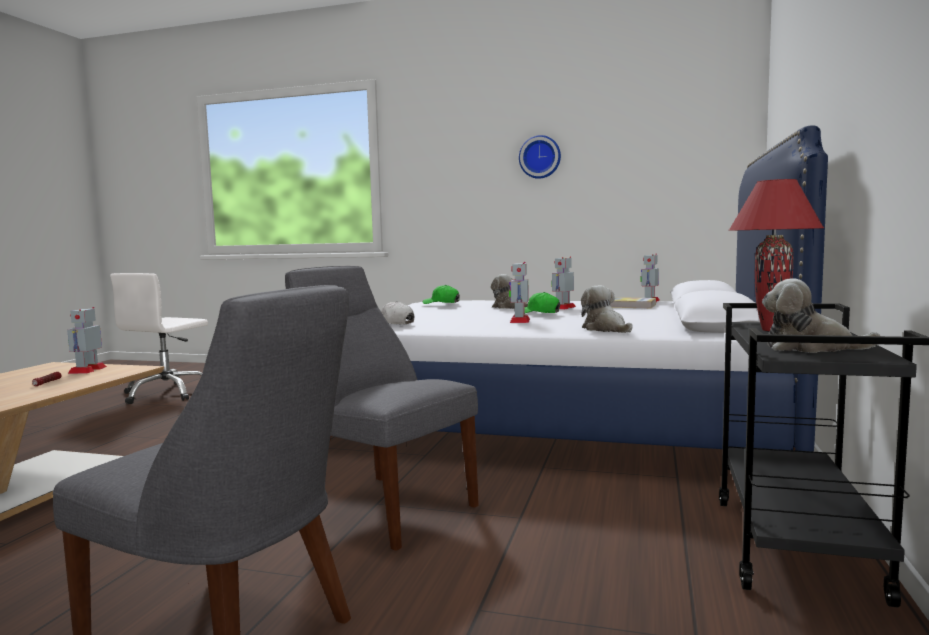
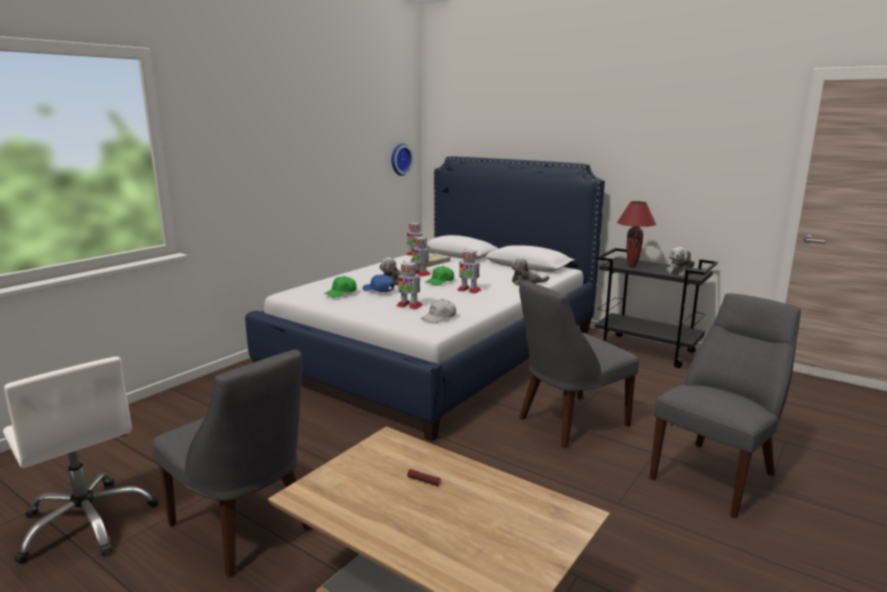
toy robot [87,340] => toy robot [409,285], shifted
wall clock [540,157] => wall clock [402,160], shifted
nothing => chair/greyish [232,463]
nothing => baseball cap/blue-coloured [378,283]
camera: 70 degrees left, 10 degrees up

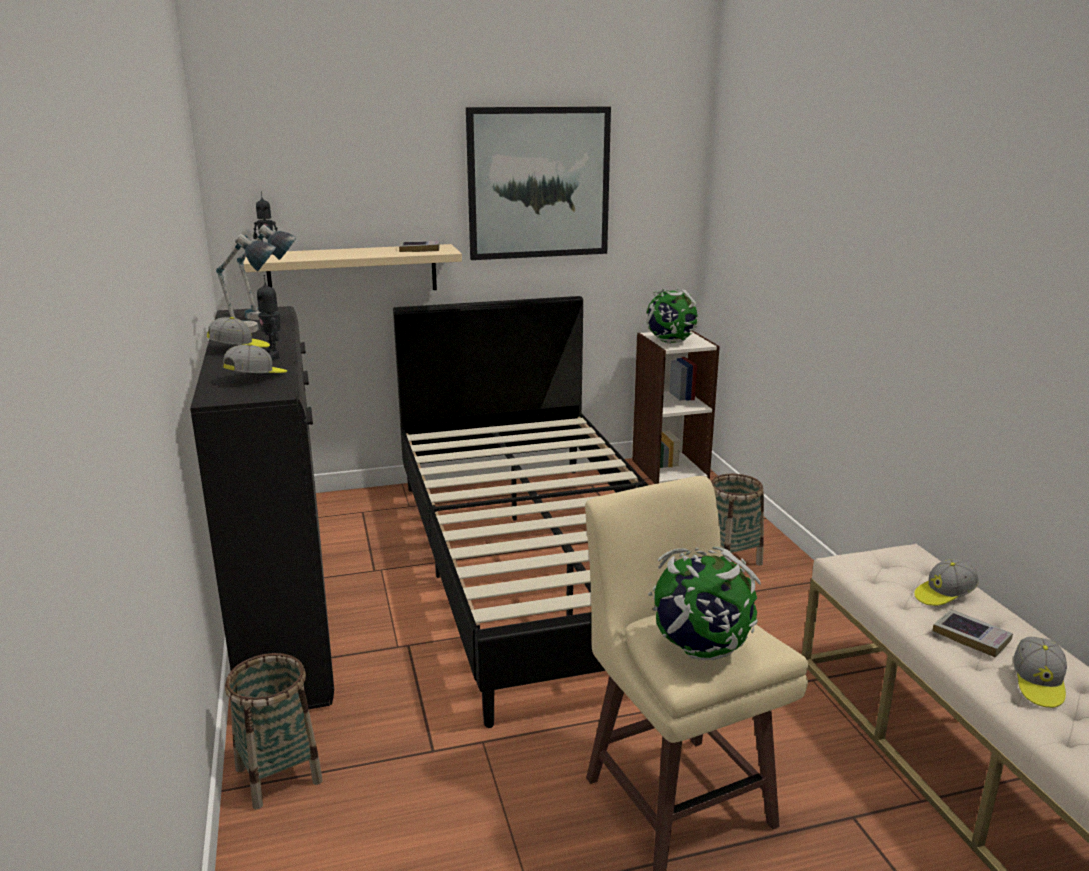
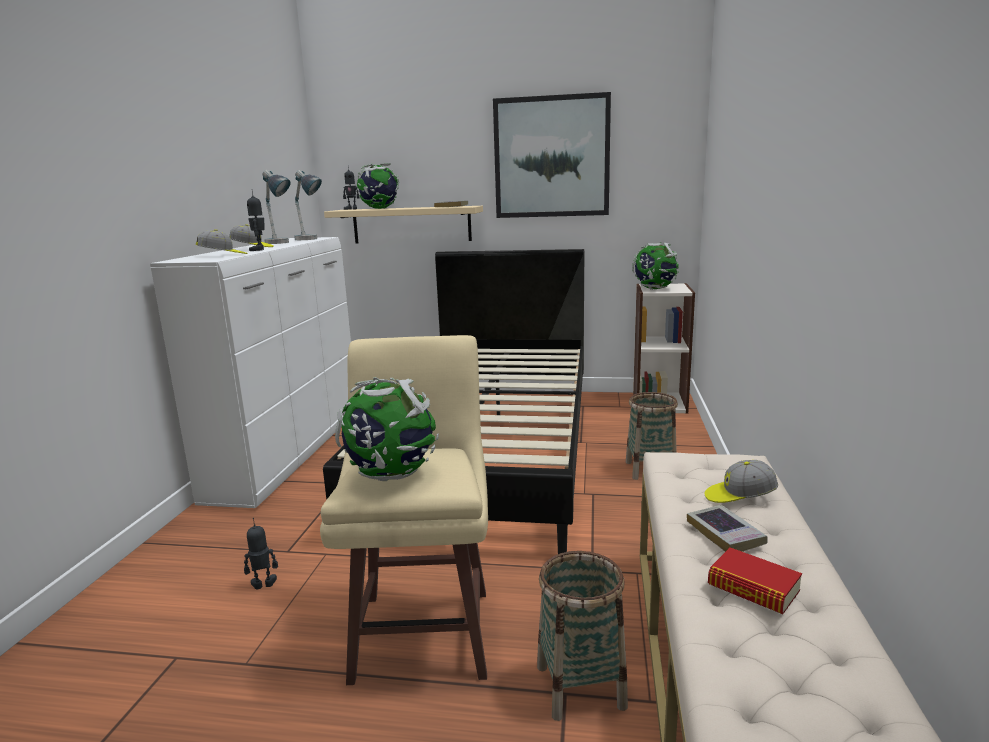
dresser/blackish [262,507] => dresser/whitish [250,372]
storage basket [274,731] => storage basket [582,636], shifted
baseball cap [1040,672] => bound book [755,580]
nothing => toy robot [261,553]
nothing => world globe [378,186]
camera: 25 degrees right, 5 degrees down

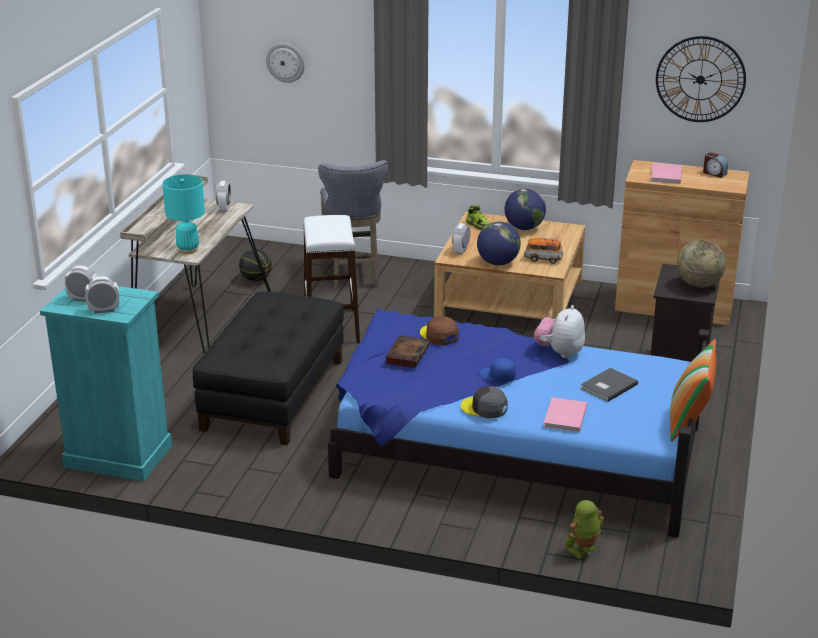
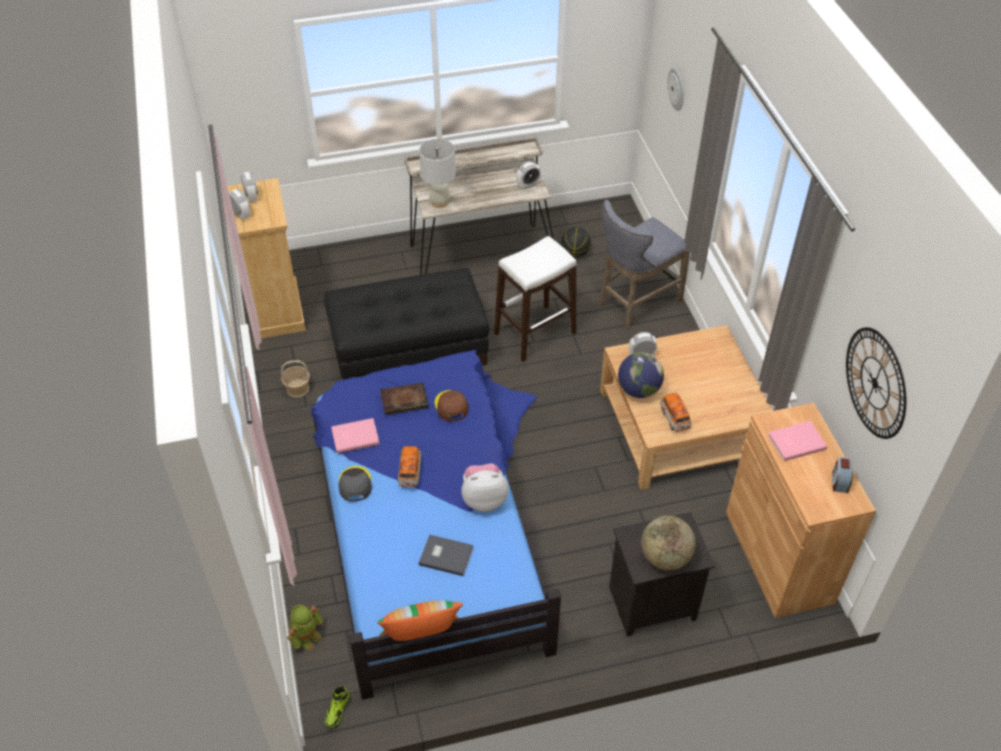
dresser/turquoise [106,383] => dresser/sand-coloured [267,258]
table lamp/turquoise [183,214] => table lamp/whitish [437,173]
baseball cap/brown-coloured [439,330] => baseball cap/brown-coloured [451,406], 45 degrees counterclockwise
low shoe [478,217] => low shoe [337,707], shifted
baseball cap/blue-coloured [497,370] => toy car [409,466]
world globe [525,209] => nothing
bound book/pink [565,414] => bound book/pink [355,435], shifted
toy robot [584,529] => toy robot [305,627], 105 degrees clockwise
nothing => storage basket [295,379]
camera: 60 degrees right, 20 degrees up

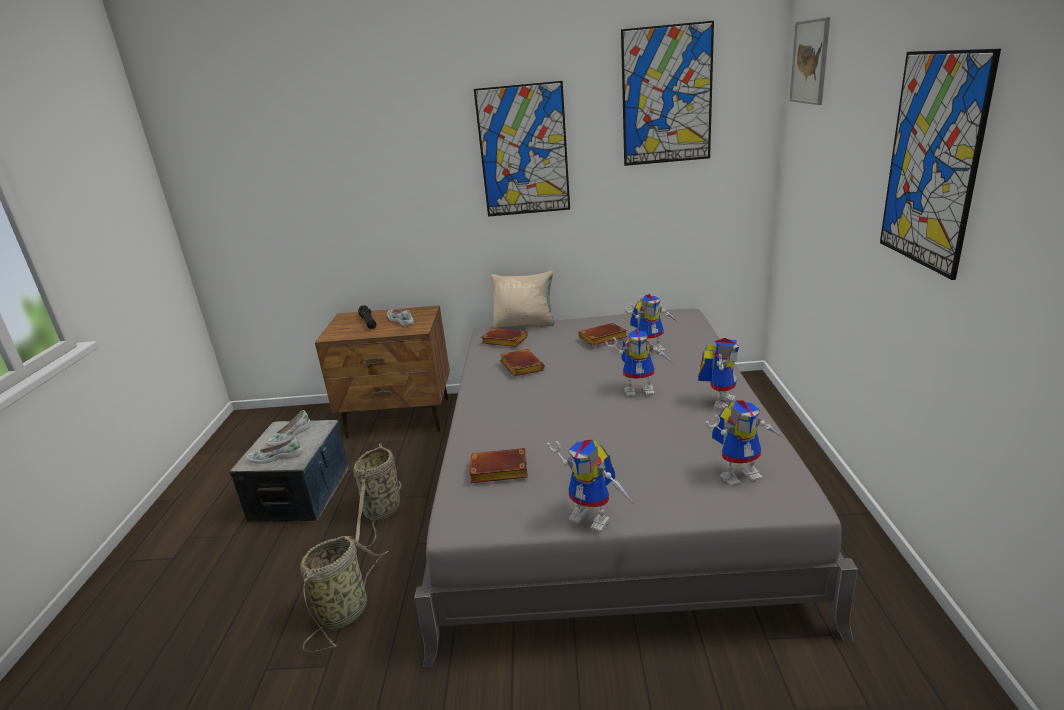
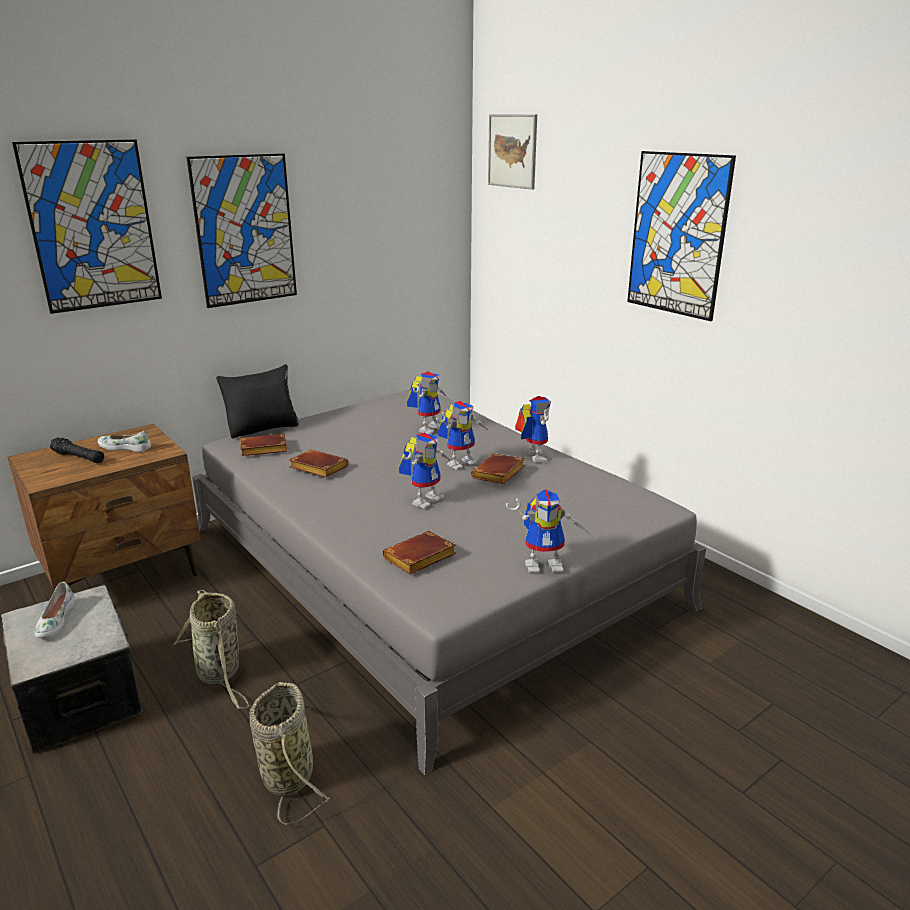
low shoe/whitish [274,450] => nothing
cushion/sand-coloured [522,299] => cushion/blackish [258,401]
bound book/brown-coloured [603,334] => bound book/brown-coloured [498,468], shifted
wall art [667,93] => wall art [87,226], shifted
toy robot [745,443] => toy robot [425,471], shifted
camera: 40 degrees left, 0 degrees up

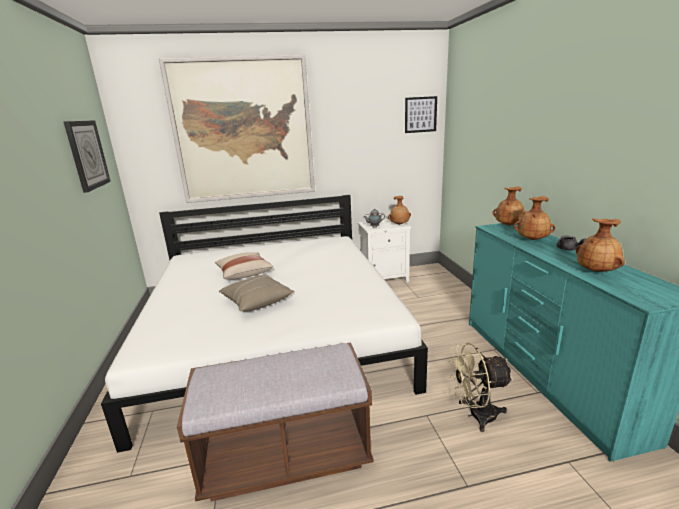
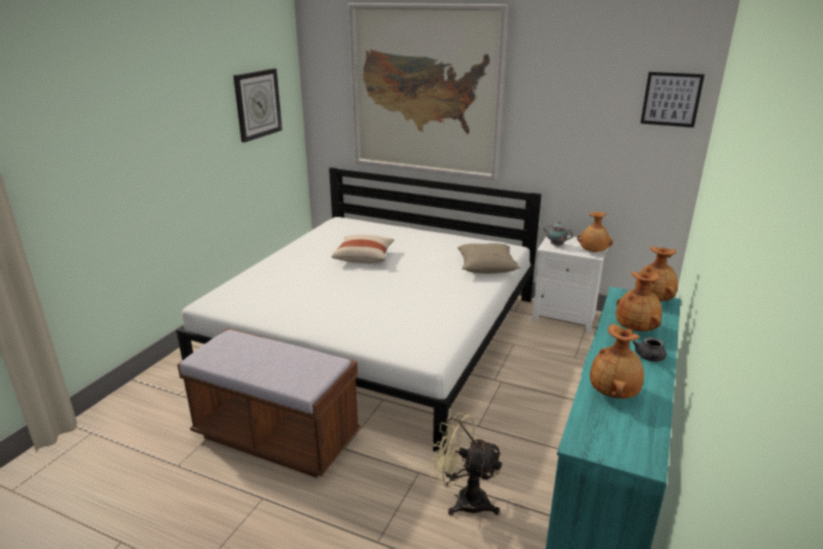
cushion/sand-coloured [256,293] => cushion/sand-coloured [489,258], shifted
camera: 35 degrees right, 5 degrees up

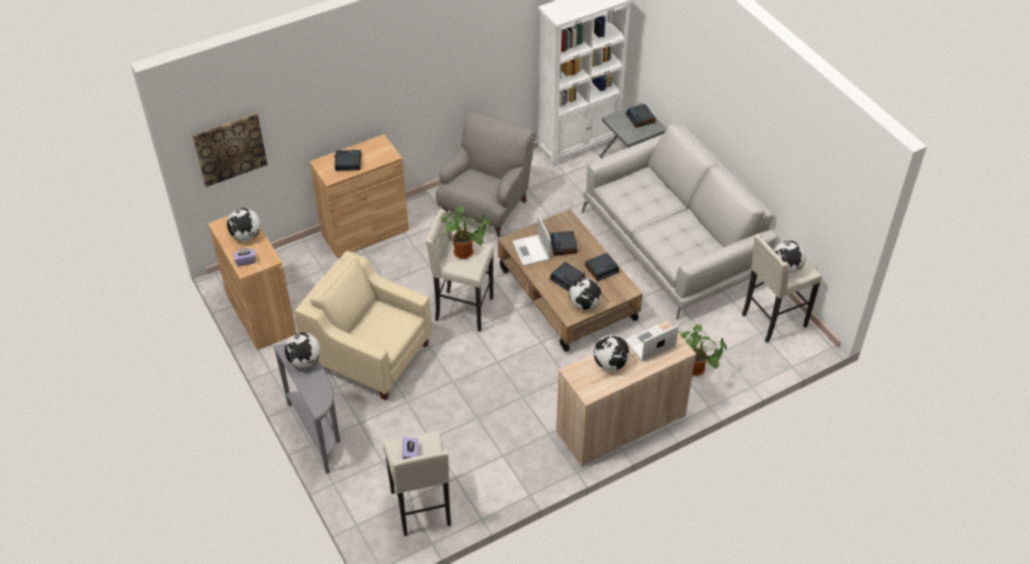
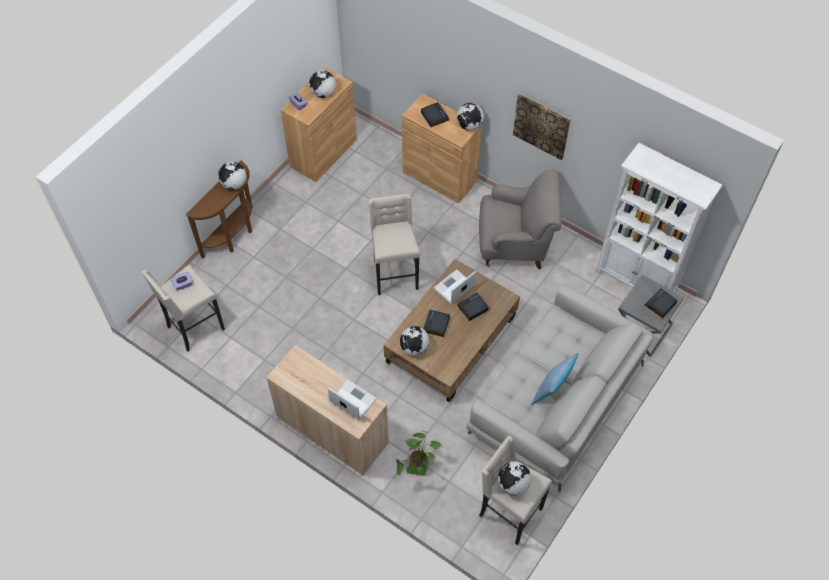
wall art [230,150] => wall art [542,126], shifted
hall table/greyish [306,408] => hall table/brown-coloured [219,209]
easy chair/sand-coloured [363,325] => nothing
houseplant [465,232] => nothing
bedside clock [602,267] => nothing
world globe [611,353] => world globe [470,117], shifted
nothing => cushion [554,379]
camera: 65 degrees right, 10 degrees up

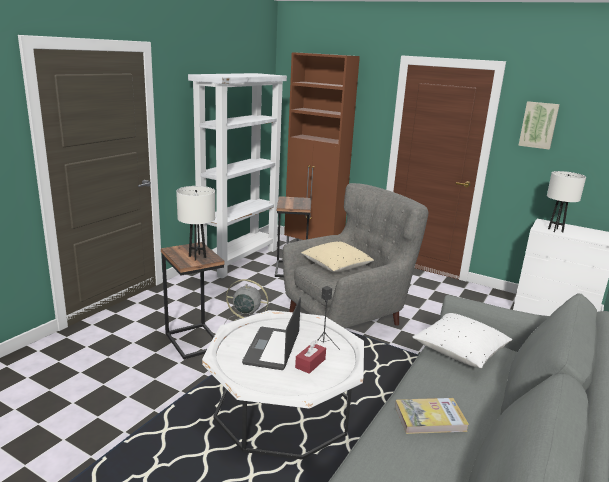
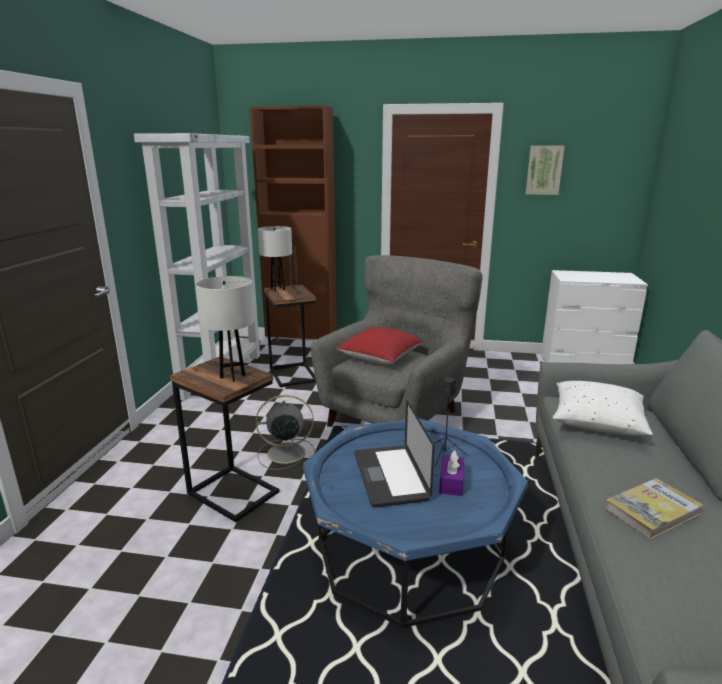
lounge table/whitish [283,385] => lounge table/blue-coloured [415,523]
box of tissues/red [310,357] => box of tissues/purple [451,473]
cushion/sand-coloured [337,257] => cushion/red [380,345]
table lamp/whitish [566,201] => table lamp/whitish [275,258], shifted
camera: 20 degrees left, 0 degrees up

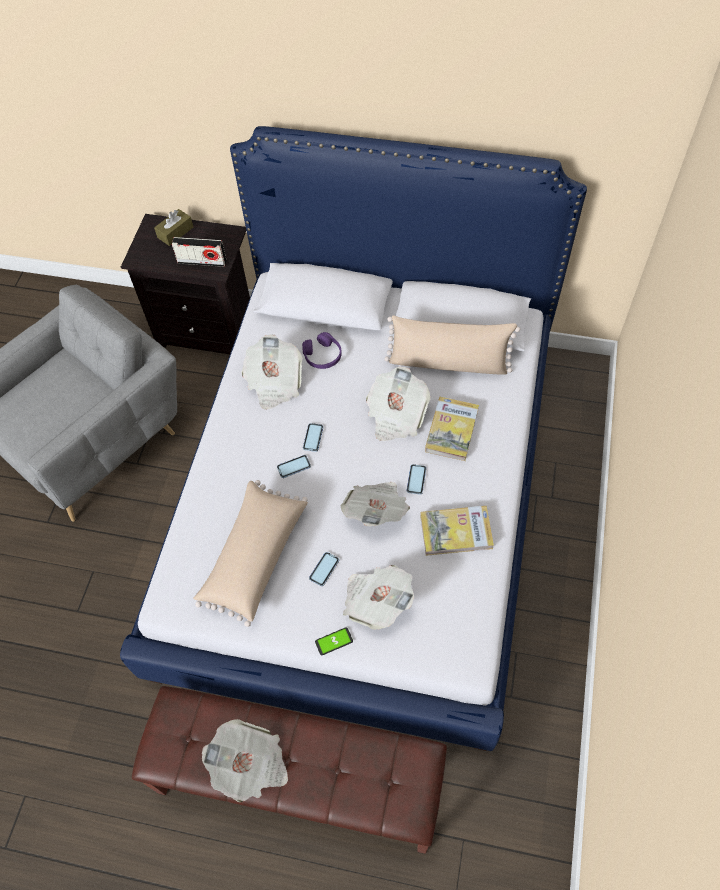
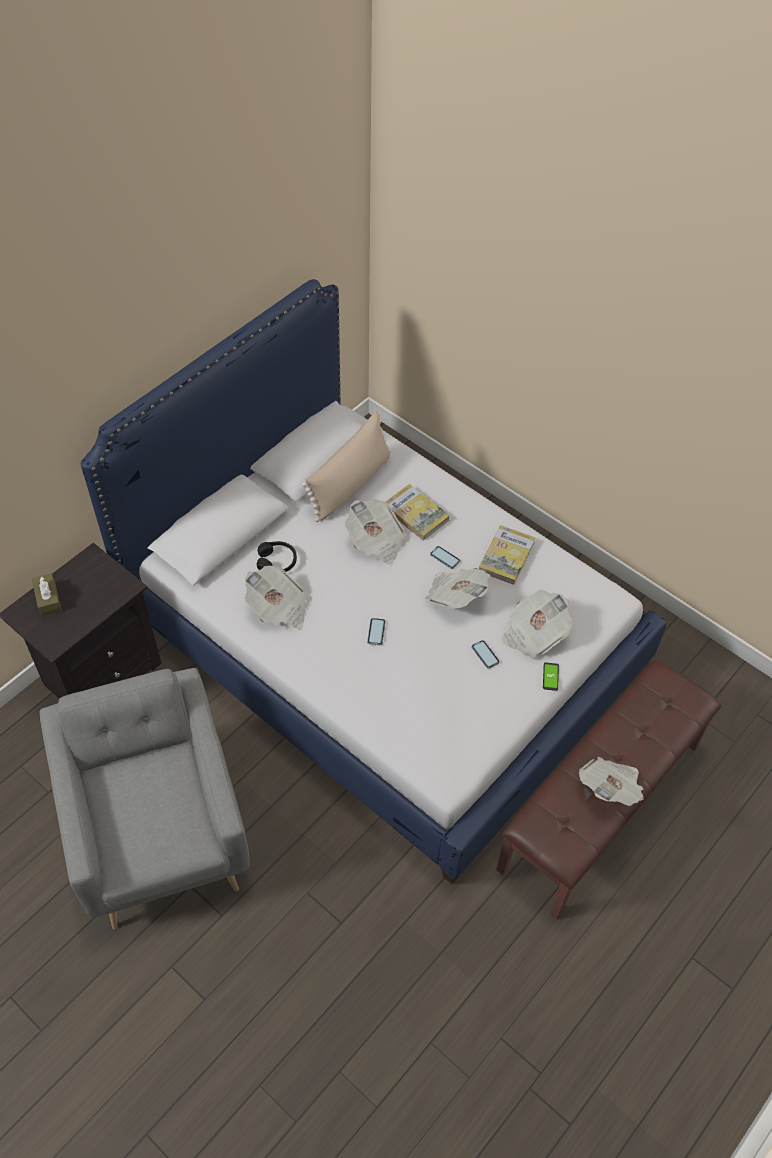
radio set [199,252] => nothing
cushion/sand-coloured [250,553] => nothing
headphones/purple [322,350] => headphones/blackish [277,556]
handset [313,437] => nothing
camera: 65 degrees left, 5 degrees down

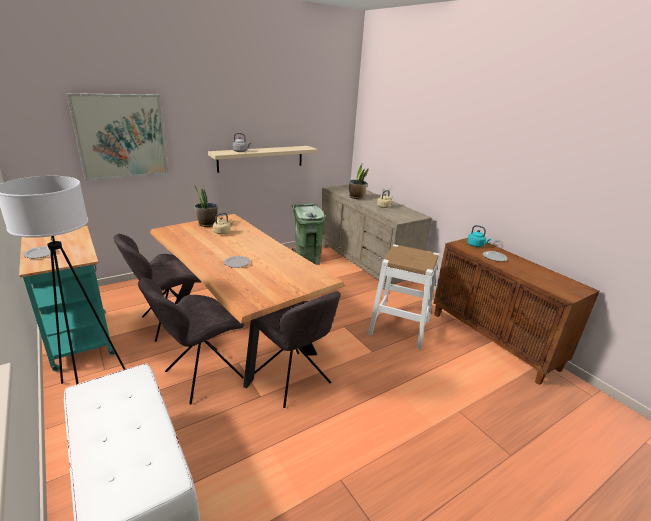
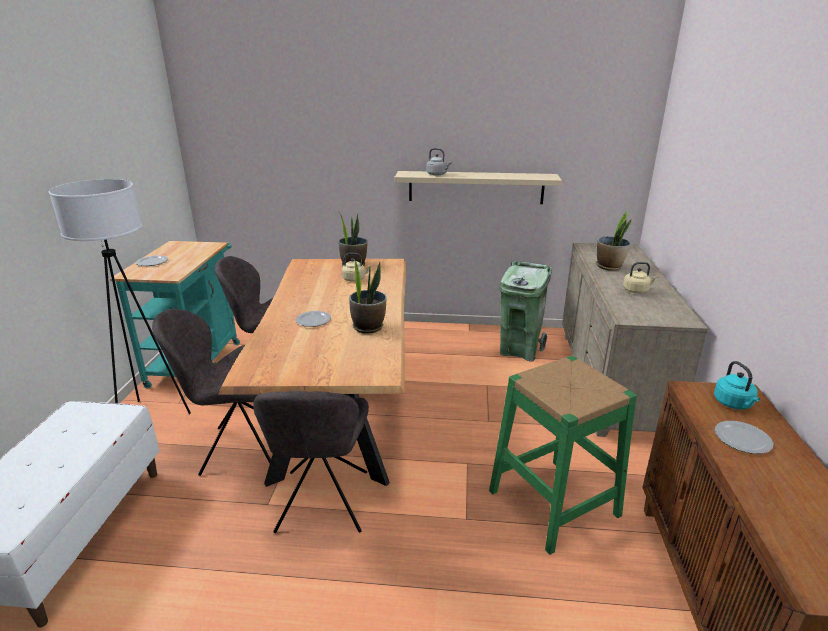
wall art [118,136] => nothing
stool/whitish [403,297] => stool/green-coloured [563,455]
nothing => houseplant [368,296]
camera: 40 degrees right, 0 degrees up

